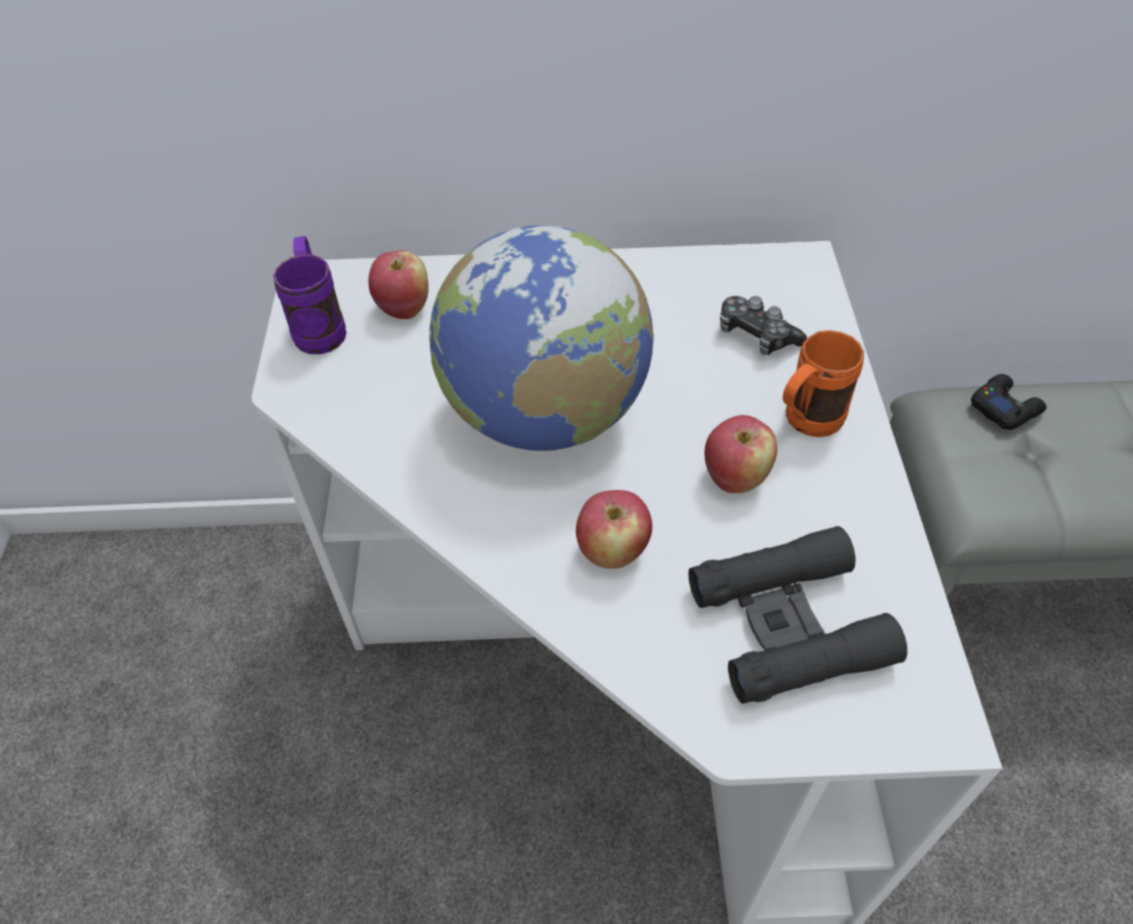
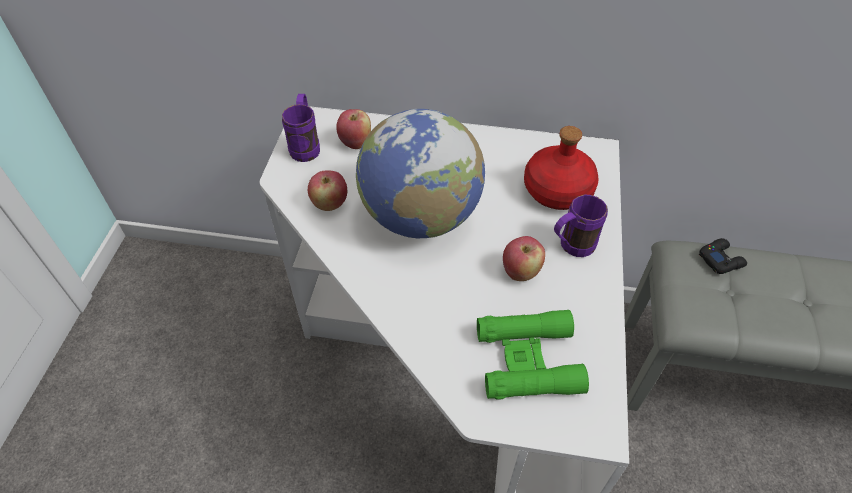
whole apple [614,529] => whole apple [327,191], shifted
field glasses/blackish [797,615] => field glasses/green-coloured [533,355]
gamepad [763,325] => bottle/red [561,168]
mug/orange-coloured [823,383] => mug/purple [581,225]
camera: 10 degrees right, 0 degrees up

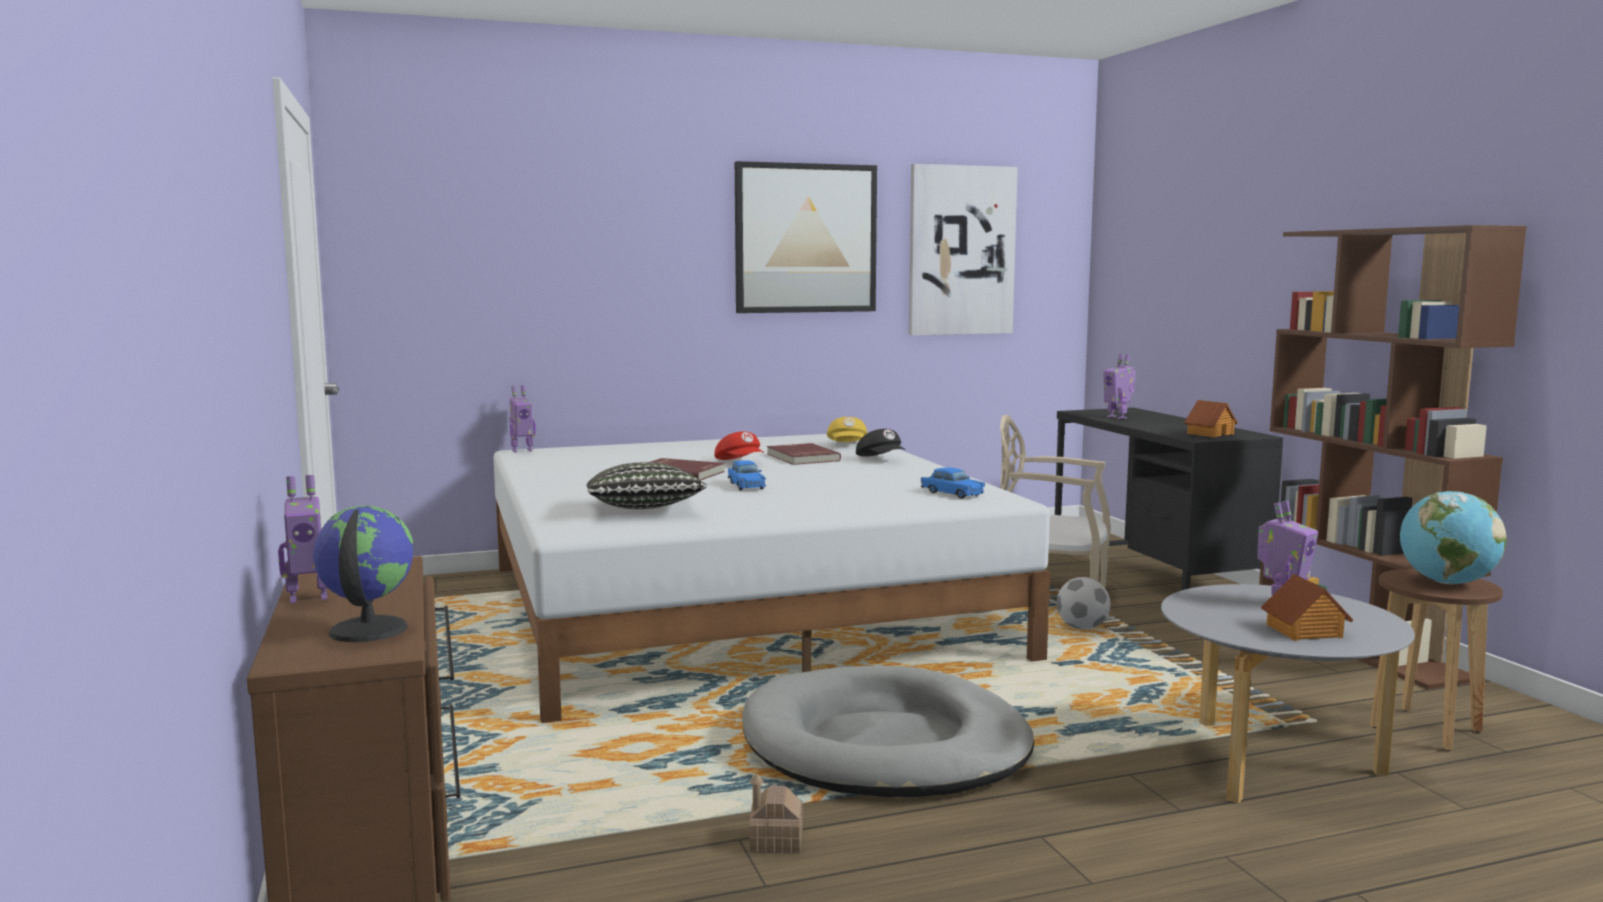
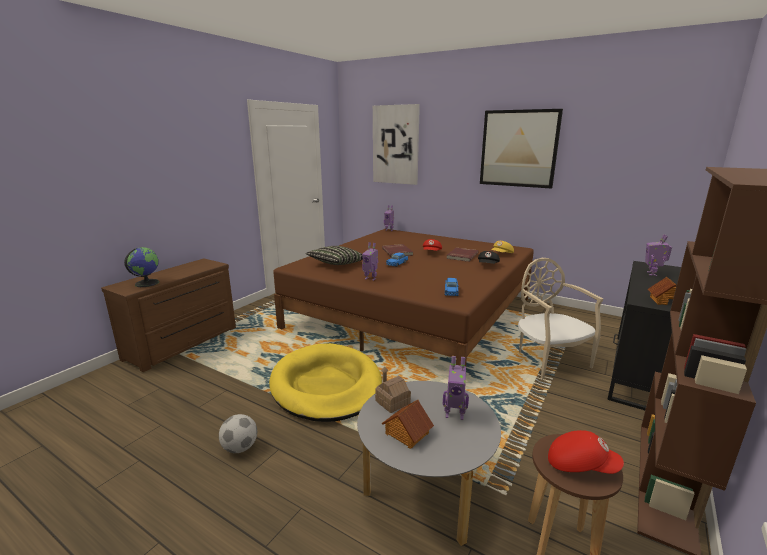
toy robot [303,539] => toy robot [370,261], shifted
bedroom bed/whitish [771,578] => bedroom bed/brown-coloured [403,297]
dog bed/greyish [888,731] => dog bed/yellow [325,382]
toy house [776,813] => toy house [393,390], shifted
wall art [963,249] => wall art [396,144], shifted
ball for football [1083,603] => ball for football [238,433], shifted
world globe [1453,537] => baseball cap/red [586,452]
camera: 50 degrees right, 10 degrees up

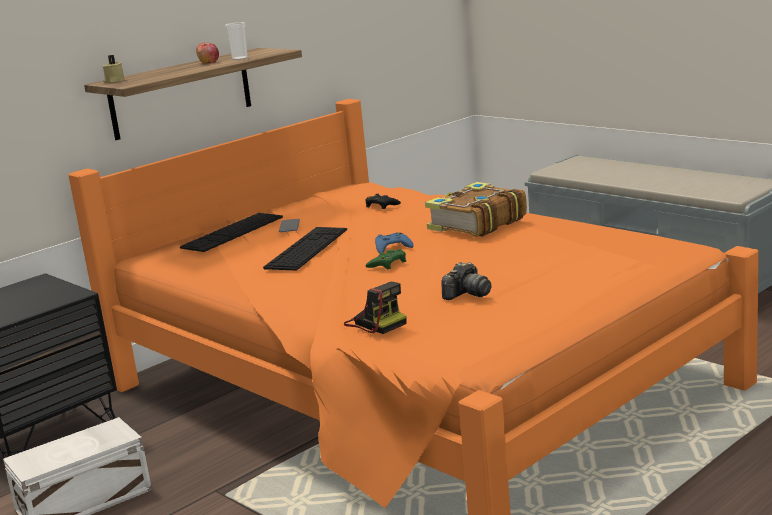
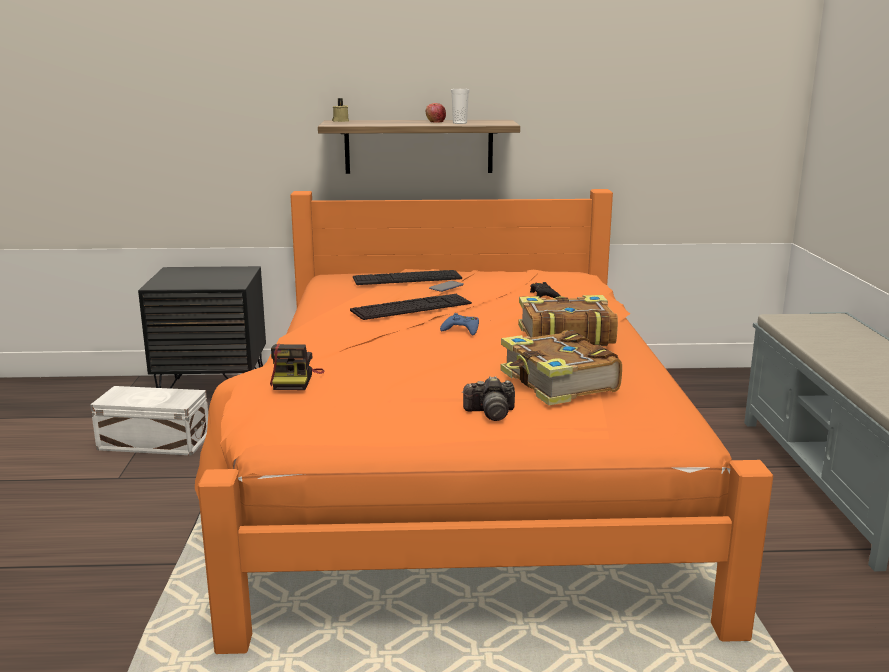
gamepad/green-coloured [385,259] => nothing
still camera [466,281] => still camera [488,398], shifted
nothing => bound book [561,367]
camera: 40 degrees right, 0 degrees up

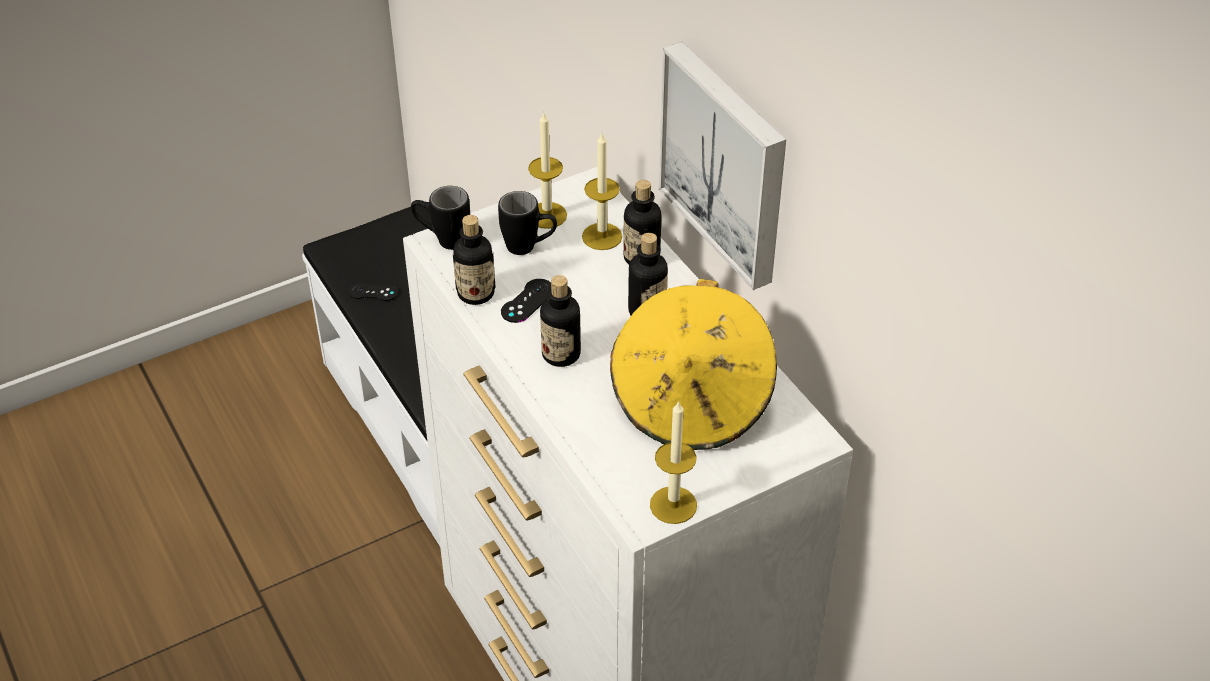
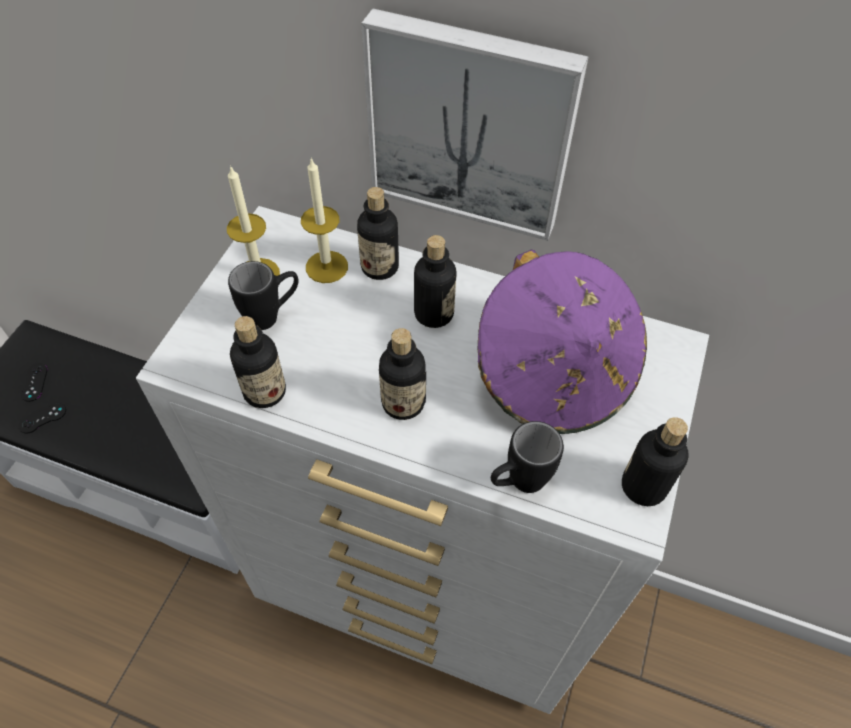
mug/blackish [440,218] => mug/blackish [527,457], shifted
gamepad/blackish [526,301] => gamepad/blackish [34,382], shifted
wearable hat/yellow [693,364] => wearable hat/purple [562,342]
wax candle [673,462] => bottle [655,461]
camera: 40 degrees left, 10 degrees up

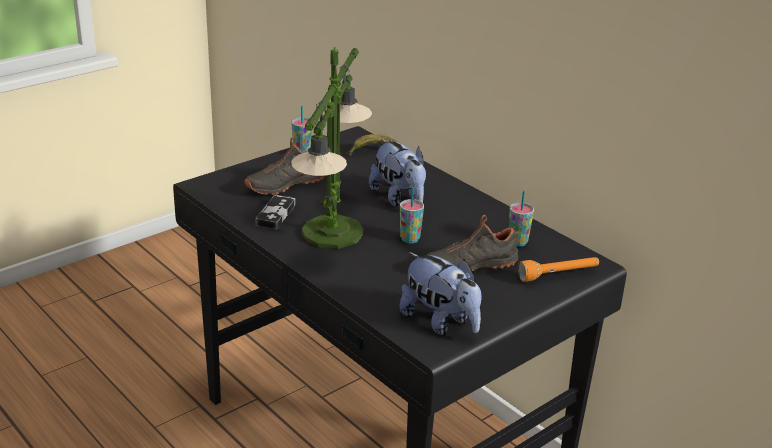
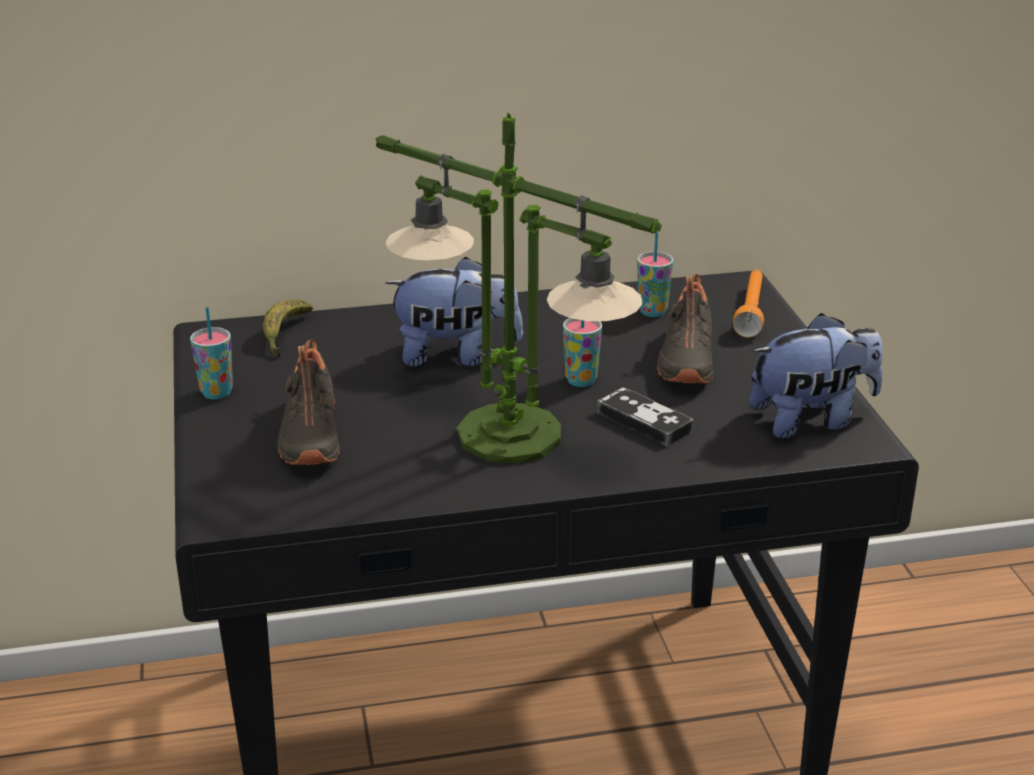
gamepad [275,211] => gamepad [645,417], shifted
camera: 60 degrees left, 0 degrees up

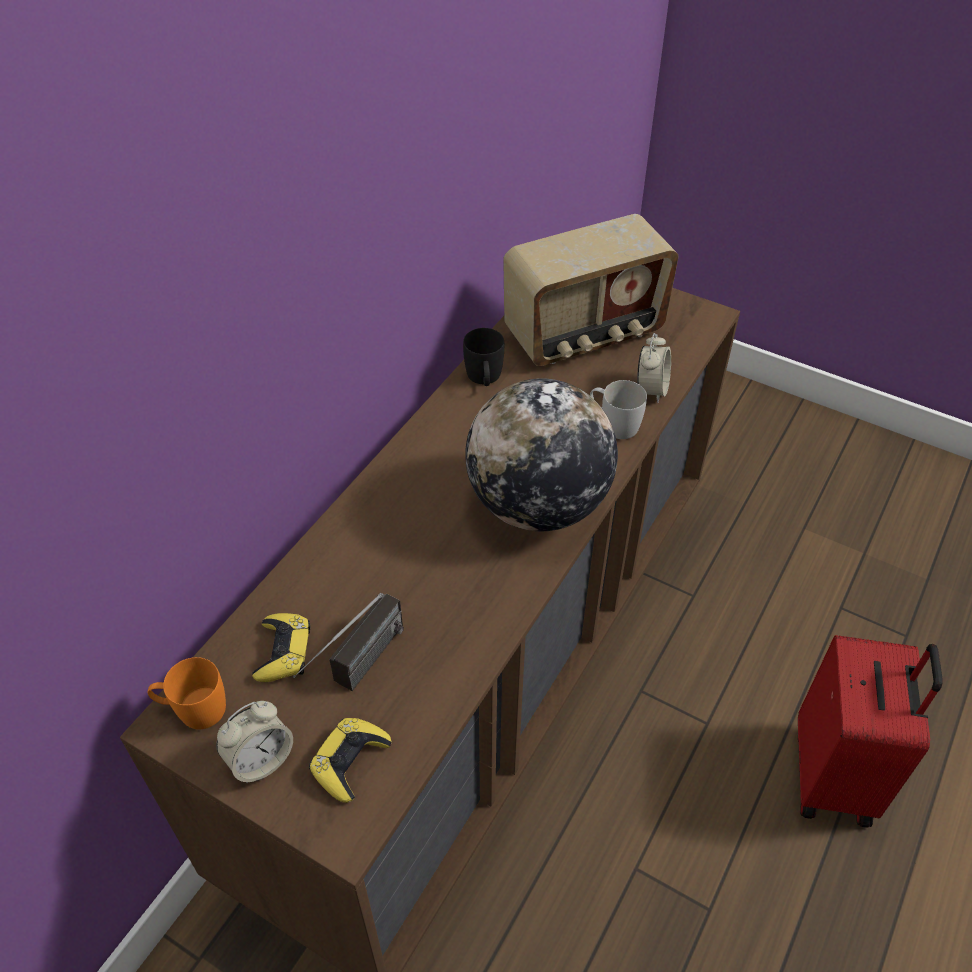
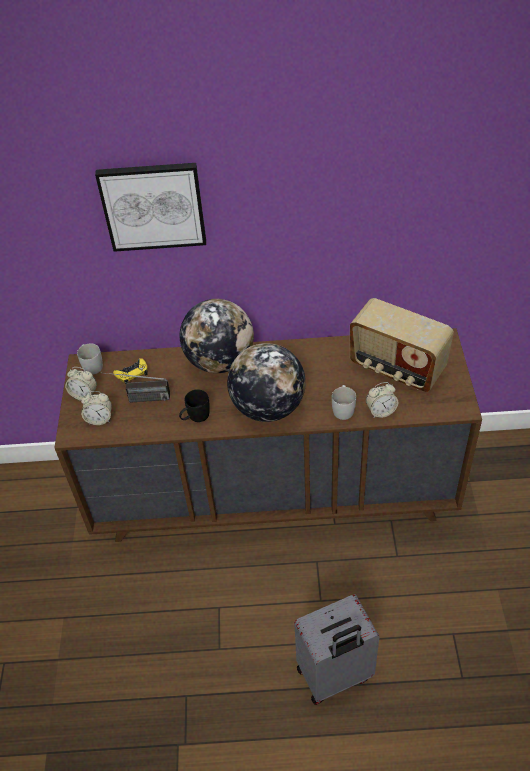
mug/orange-coloured [187,693] => mug/whitish [90,359]
gamepad/yellow [350,760] => bedside clock [96,408]
mug/blackish [483,357] => mug/blackish [194,405], shifted
piece of luggage/red [870,731] => piece of luggage/greyish [337,649]
nothing => wall art [150,207]
nothing => world globe [217,336]
camera: 60 degrees right, 0 degrees up

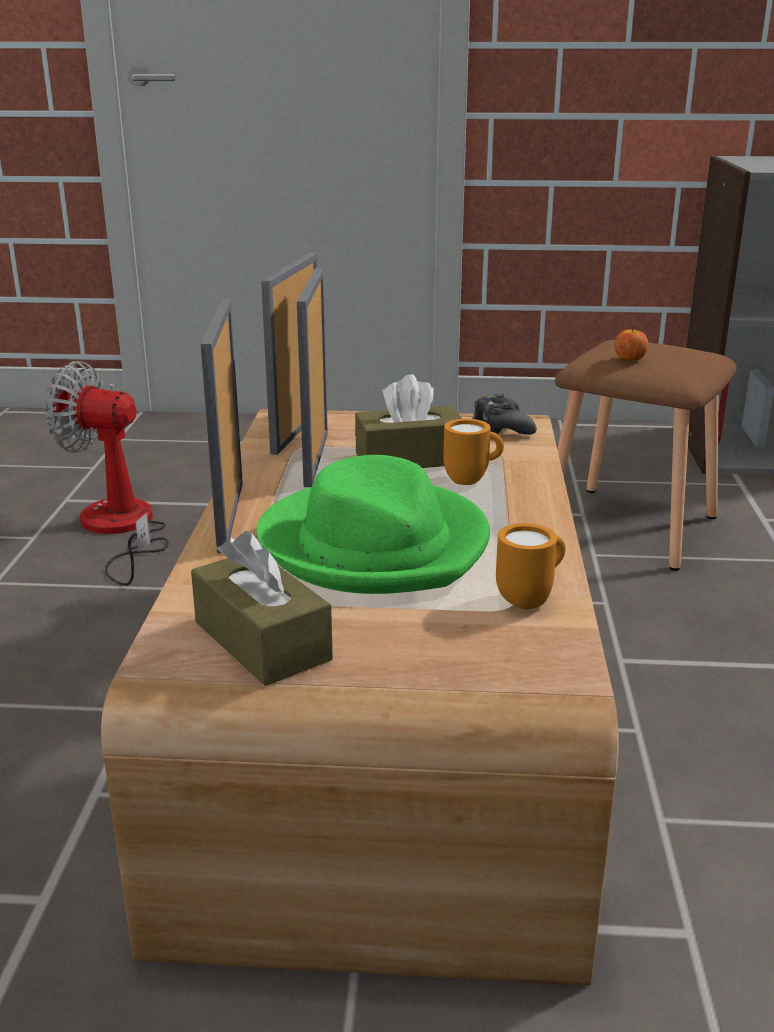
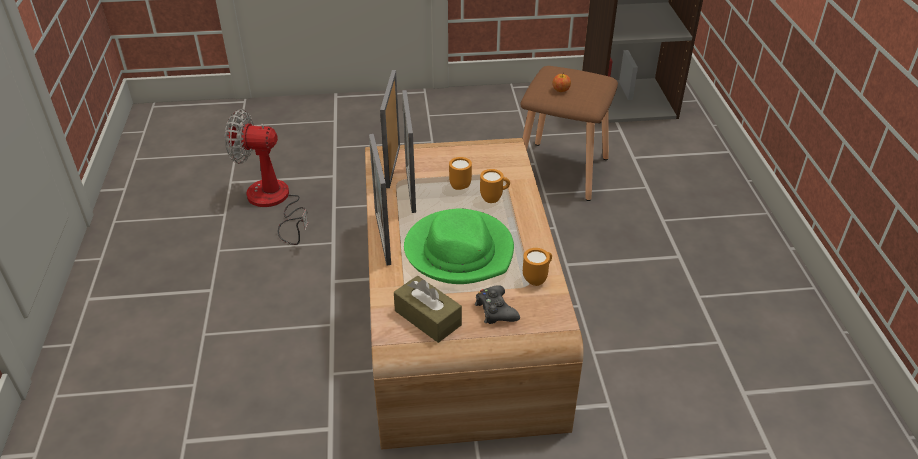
box of tissues/brown-coloured [408,421] => mug/orange-coloured [460,173]
gamepad/blackish [504,414] => gamepad/blackish [497,304], shifted
camera: 10 degrees left, 15 degrees up

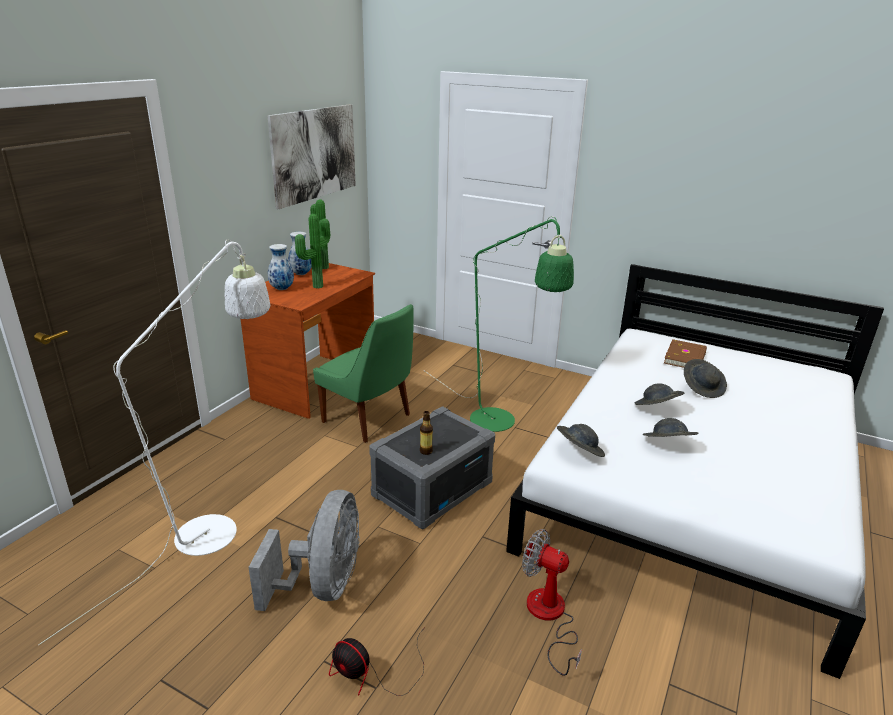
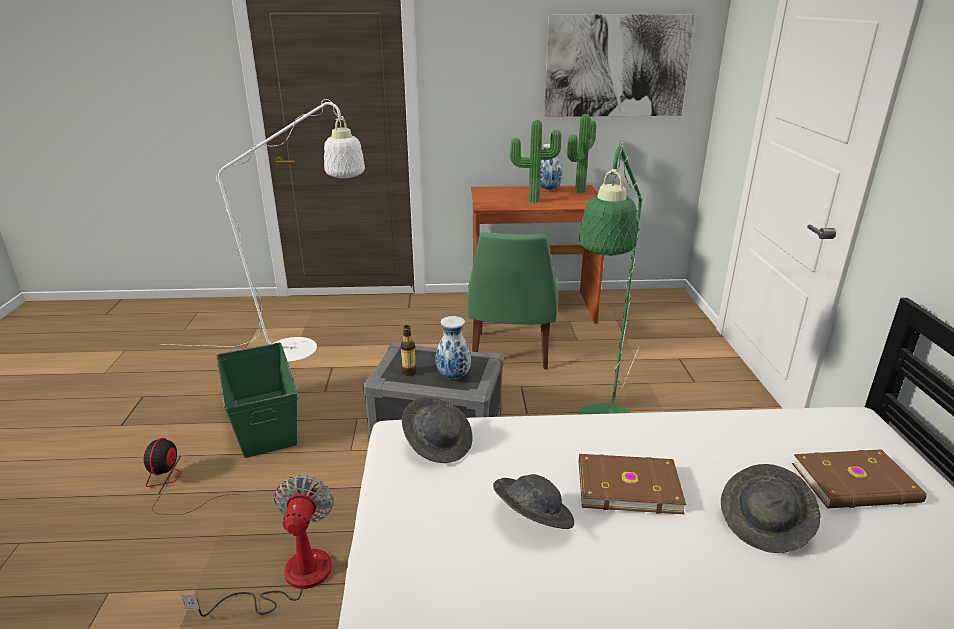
electric fan/greyish [304,550] => storage box/green-coloured [257,400]
decorative vase [281,267] => decorative vase [453,347], shifted
wearable hat/greyish [659,394] => bound book/brown-coloured [632,484]
camera: 60 degrees right, 0 degrees up

